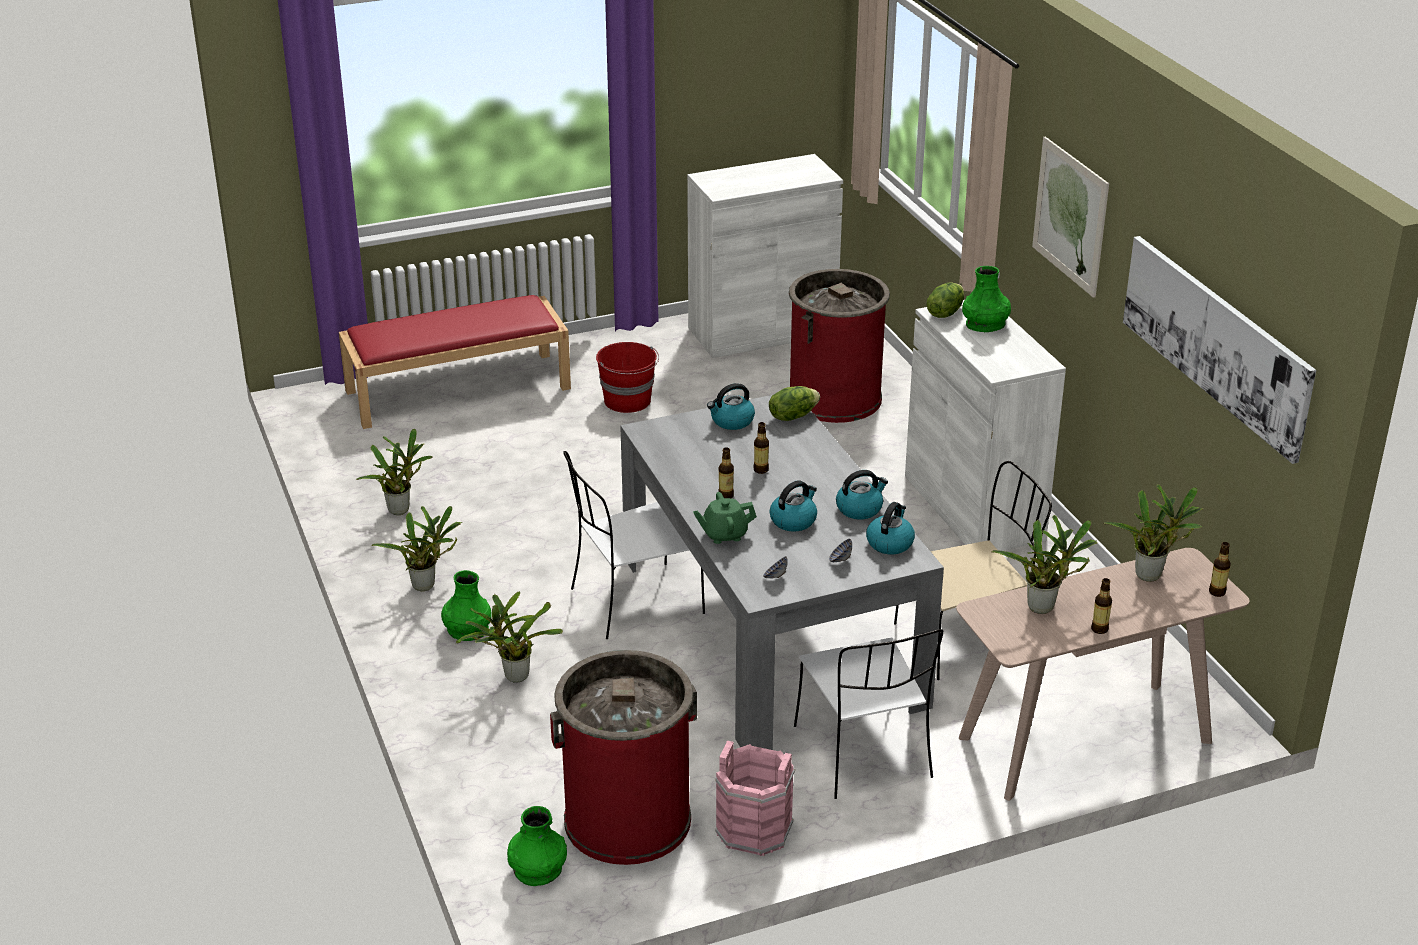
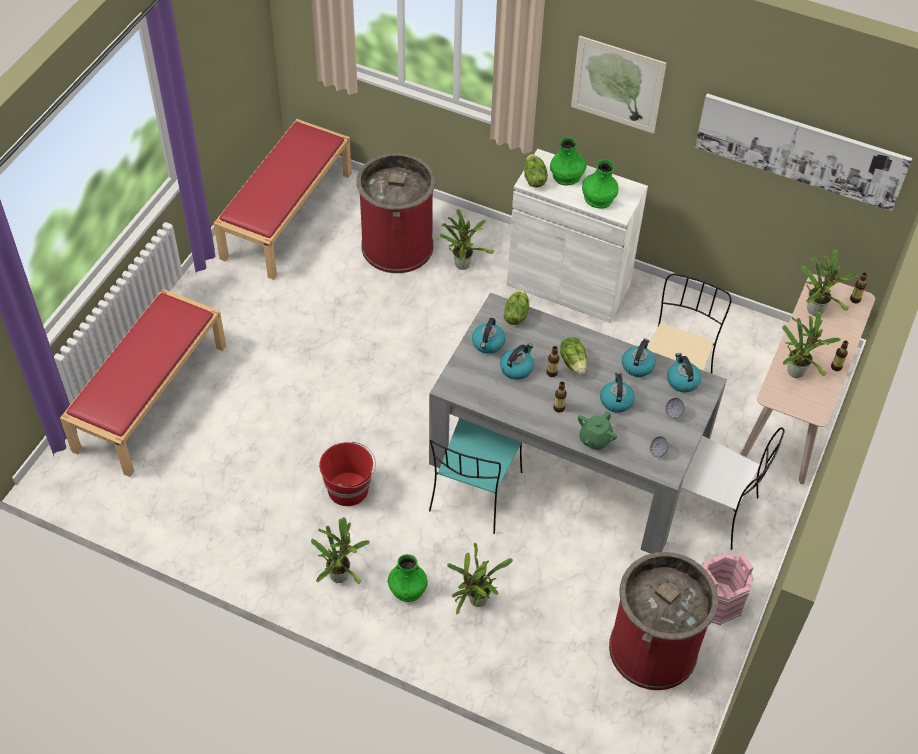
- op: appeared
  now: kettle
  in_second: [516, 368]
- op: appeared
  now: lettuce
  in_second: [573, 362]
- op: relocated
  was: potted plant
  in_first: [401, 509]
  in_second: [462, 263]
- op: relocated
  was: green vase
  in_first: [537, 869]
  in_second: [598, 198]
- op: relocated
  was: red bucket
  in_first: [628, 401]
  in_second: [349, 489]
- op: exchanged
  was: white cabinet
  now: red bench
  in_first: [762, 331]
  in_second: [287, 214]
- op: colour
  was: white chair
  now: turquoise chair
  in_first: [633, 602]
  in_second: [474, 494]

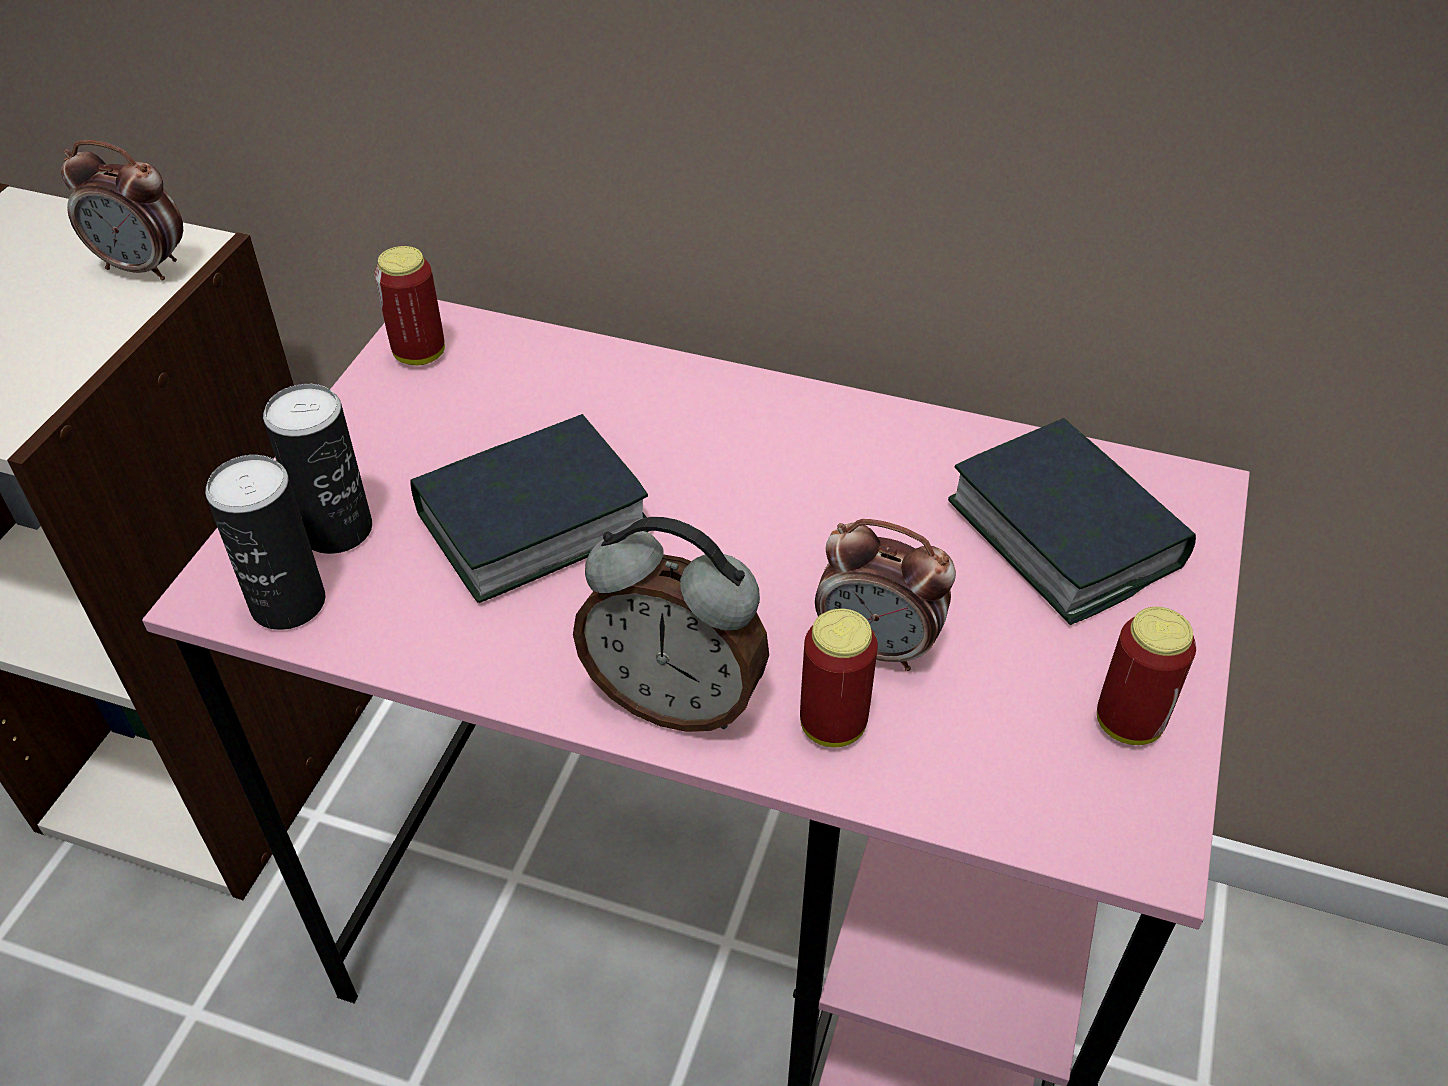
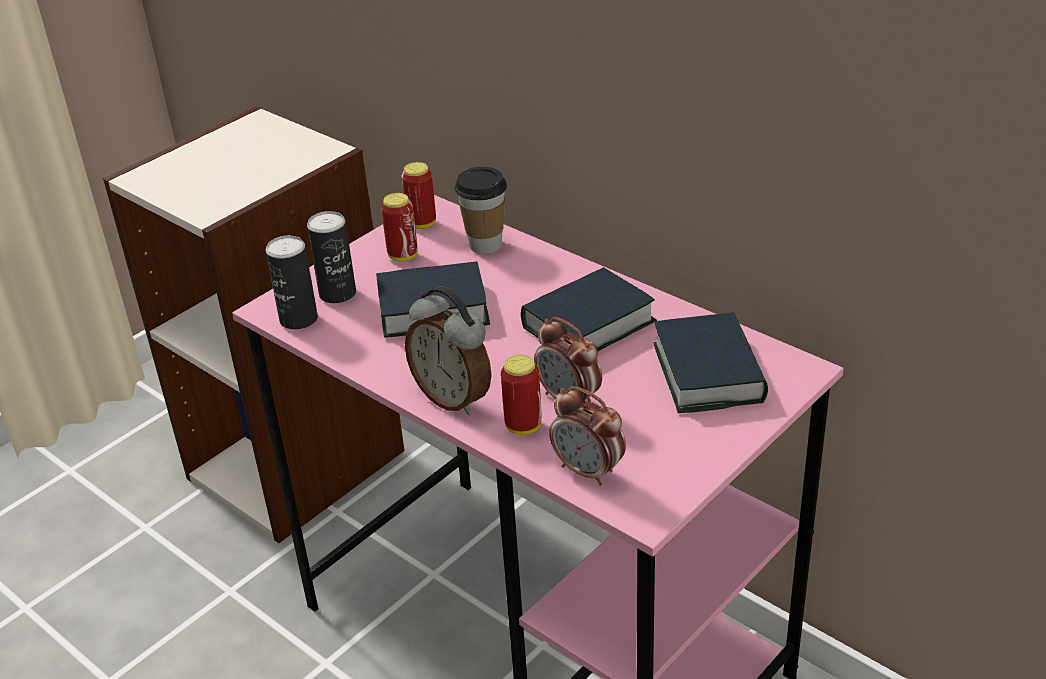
- op: appeared
  now: cup
  in_second: [485, 245]
- op: appeared
  now: book
  in_second: [588, 325]
- op: relocated
  was: alarm clock
  in_first: [144, 267]
  in_second: [588, 471]
- op: relocated
  was: can
  in_first: [1128, 723]
  in_second: [403, 256]

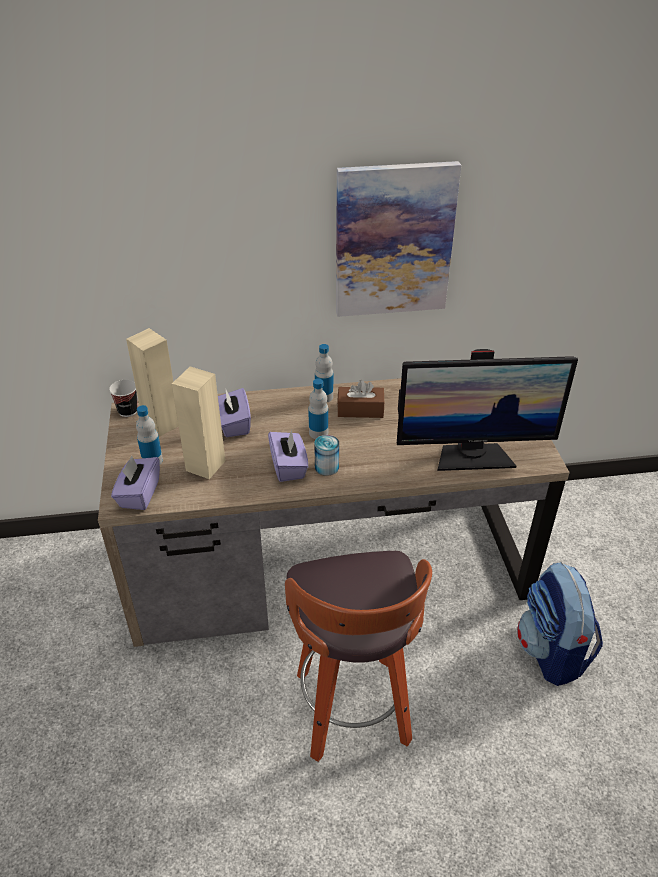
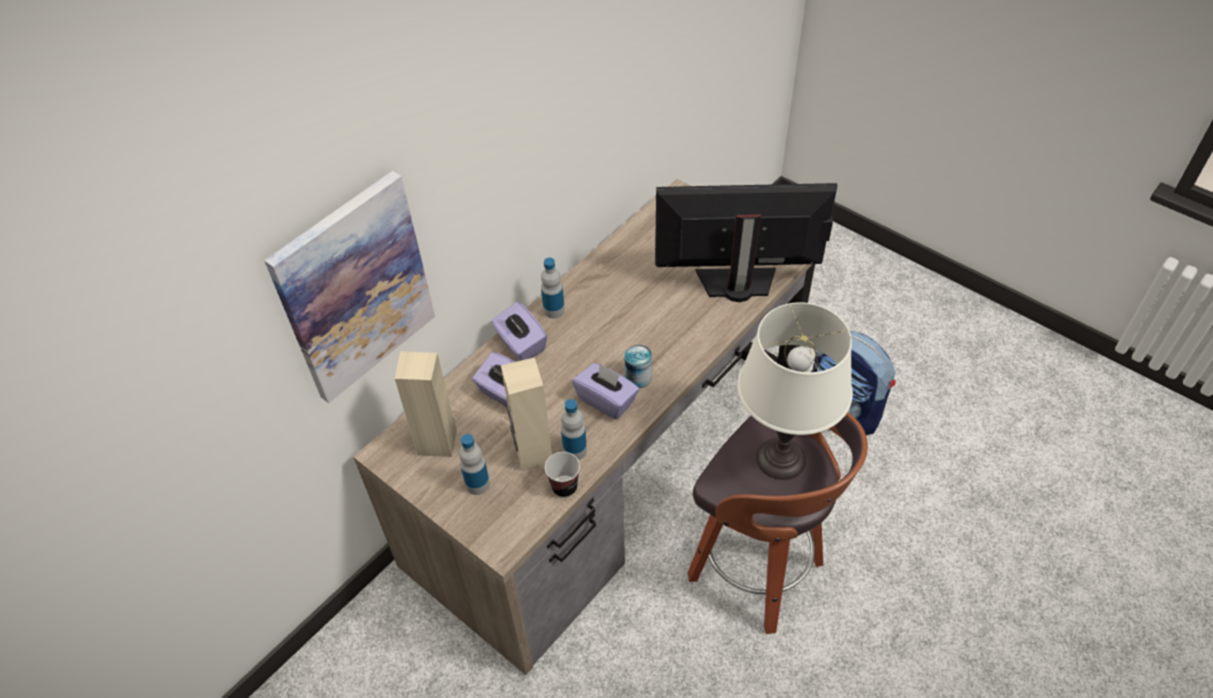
- op: missing
  was: brown tissue box
  in_first: [360, 410]
- op: appeared
  now: white table lamp
  in_second: [781, 459]
- op: relocated
  was: cup
  in_first: [128, 411]
  in_second: [564, 487]
- op: relocated
  was: purple tissue box
  in_first: [139, 494]
  in_second: [520, 344]
- op: relocated
  was: bottle
  in_first: [318, 433]
  in_second: [575, 450]
- op: relocated
  was: picture
  in_first: [393, 241]
  in_second: [355, 288]
- op: spun
  was: monitor
  in_first: [472, 455]
  in_second: [737, 285]
  clockwise: -135

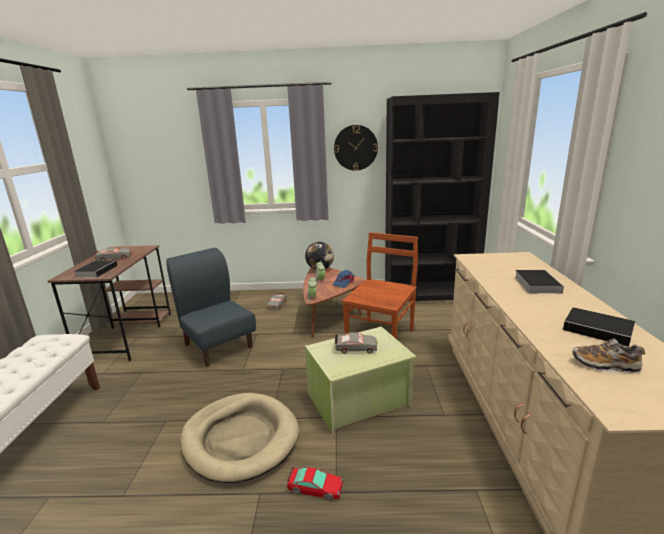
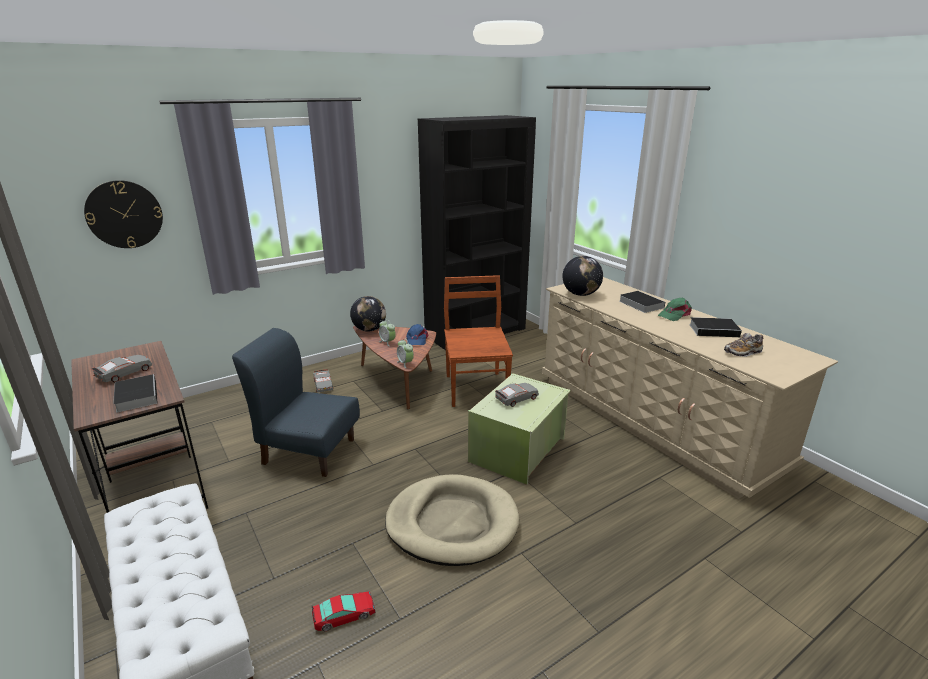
- op: appeared
  now: globe
  in_second: [581, 294]
- op: appeared
  now: green cap
  in_second: [674, 315]
- op: relocated
  was: toy car
  in_first: [315, 488]
  in_second: [344, 615]
- op: relocated
  was: wall clock
  in_first: [355, 148]
  in_second: [124, 214]

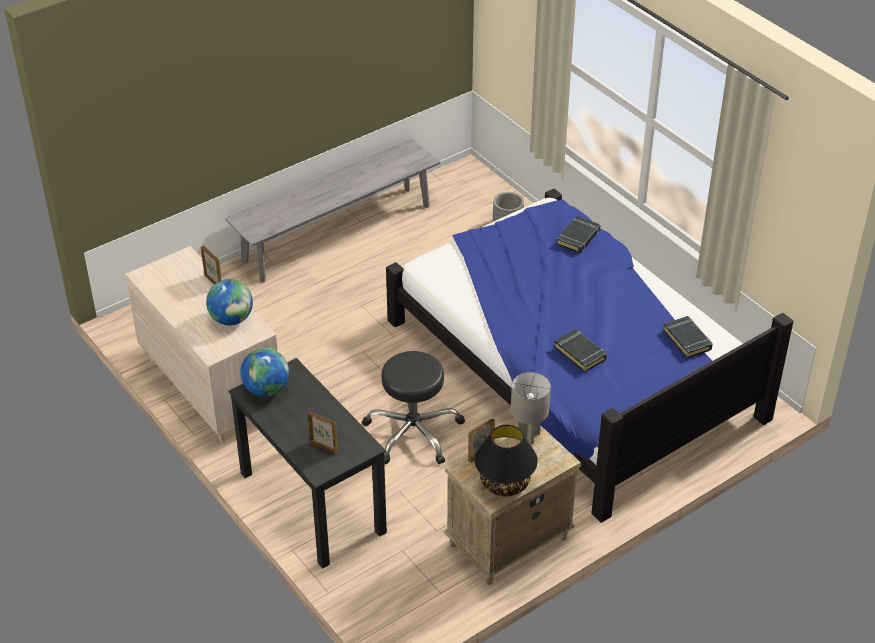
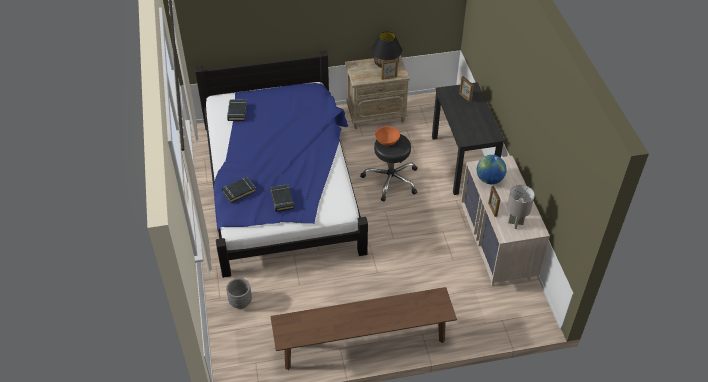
- op: missing
  was: globe
  in_first: [266, 389]
- op: appeared
  now: orange bowl
  in_second: [387, 141]
- op: relocated
  was: grey table lamp
  in_first: [528, 435]
  in_second: [515, 223]
- op: relocated
  was: black book
  in_first: [580, 353]
  in_second: [282, 200]
- op: colour
  was: grey bench
  now: brown bench
  in_first: [337, 233]
  in_second: [363, 342]

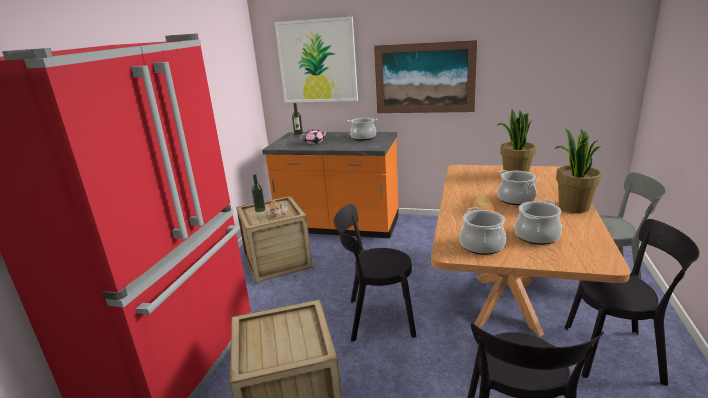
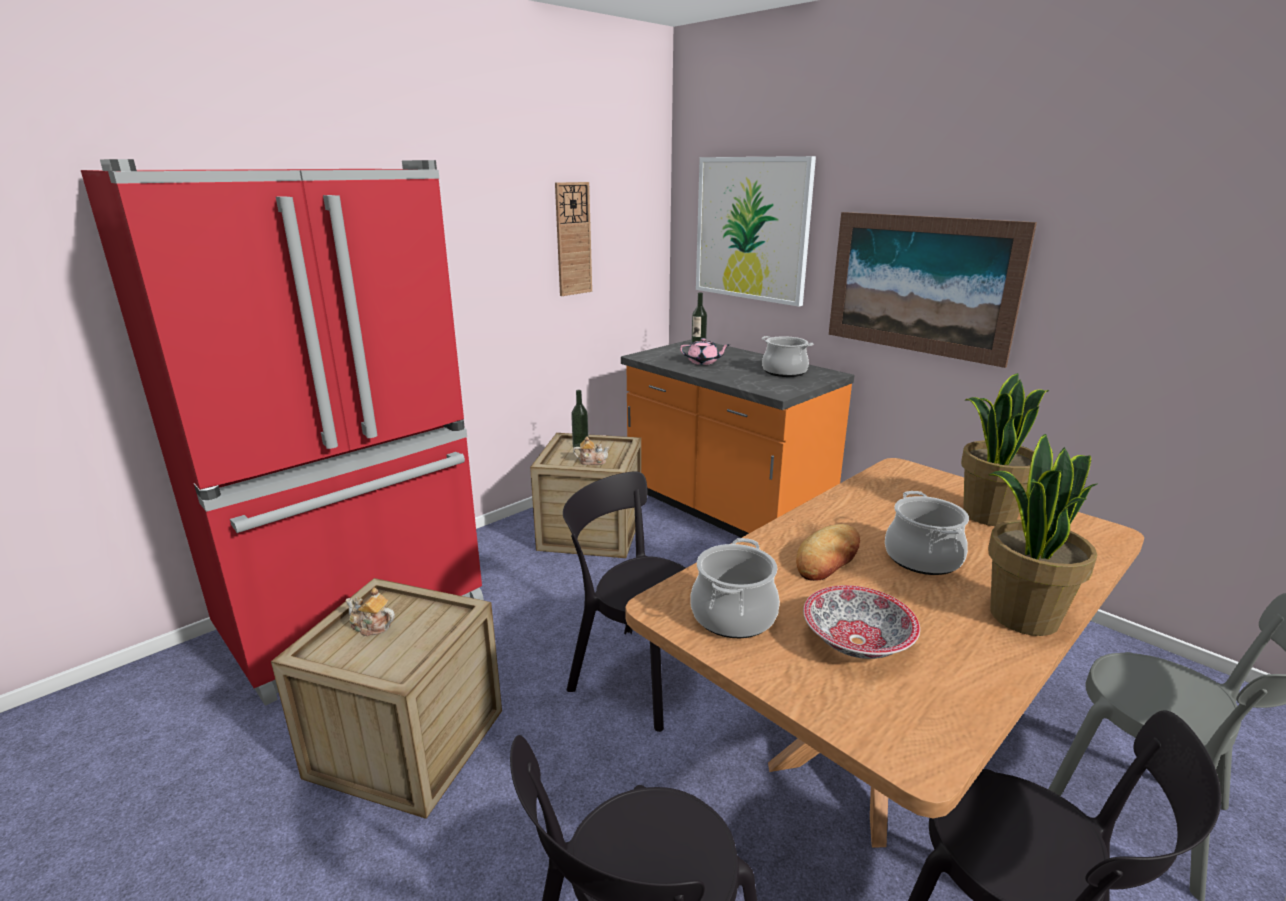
- op: appeared
  now: teapot
  in_second: [371, 626]
- op: appeared
  now: wall clock
  in_second: [573, 239]
- op: exchanged
  was: cooking pot
  now: bowl
  in_first: [536, 236]
  in_second: [857, 641]

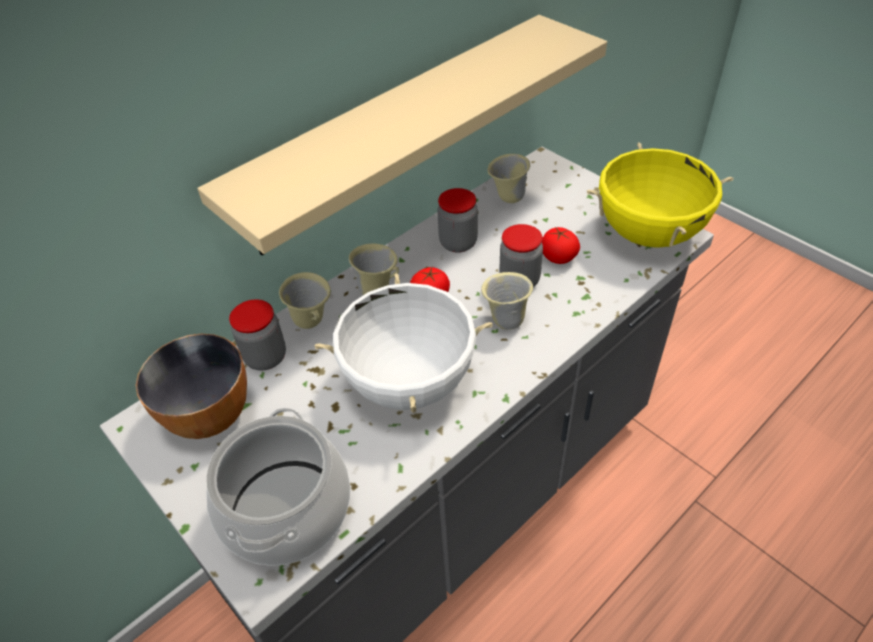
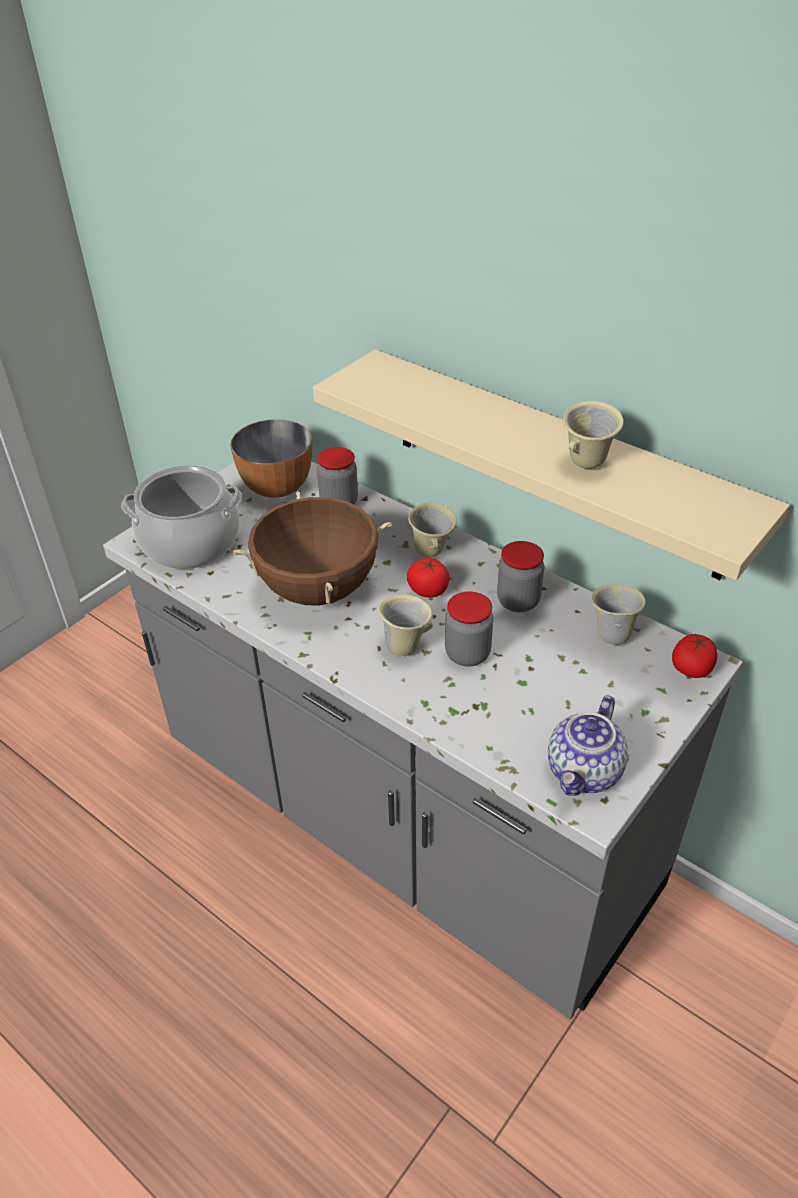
- op: relocated
  was: beige mug
  in_first: [312, 322]
  in_second: [586, 466]
- op: relocated
  was: tomato
  in_first: [558, 257]
  in_second: [691, 668]
- op: exchanged
  was: yellow cooking pot
  now: teapot
  in_first: [648, 233]
  in_second: [585, 772]
- op: colour
  was: white cooking pot
  now: brown cooking pot
  in_first: [409, 382]
  in_second: [318, 589]

